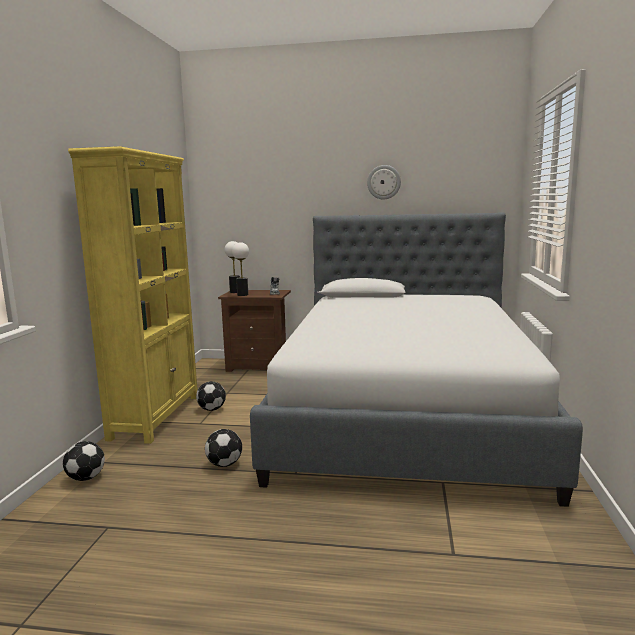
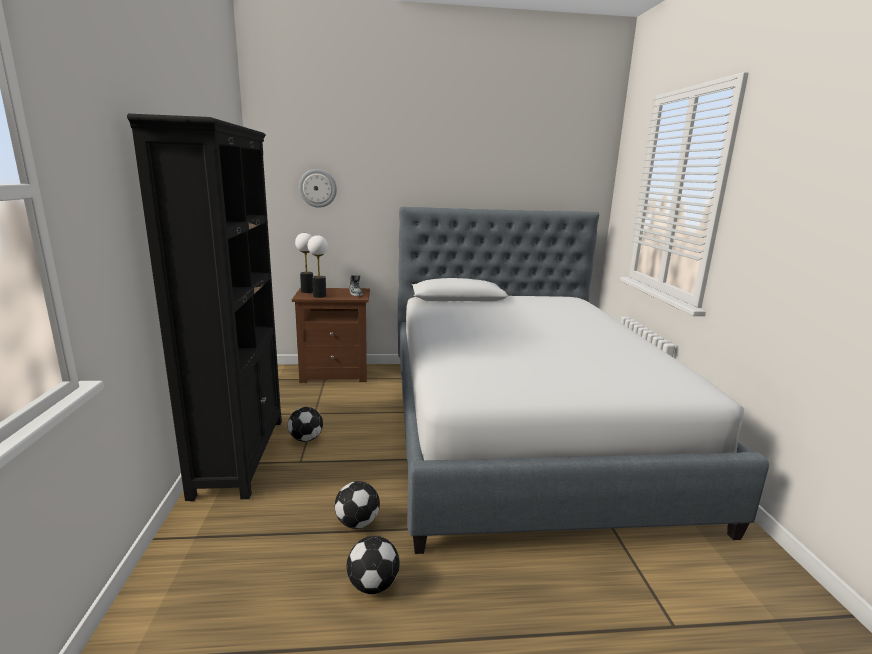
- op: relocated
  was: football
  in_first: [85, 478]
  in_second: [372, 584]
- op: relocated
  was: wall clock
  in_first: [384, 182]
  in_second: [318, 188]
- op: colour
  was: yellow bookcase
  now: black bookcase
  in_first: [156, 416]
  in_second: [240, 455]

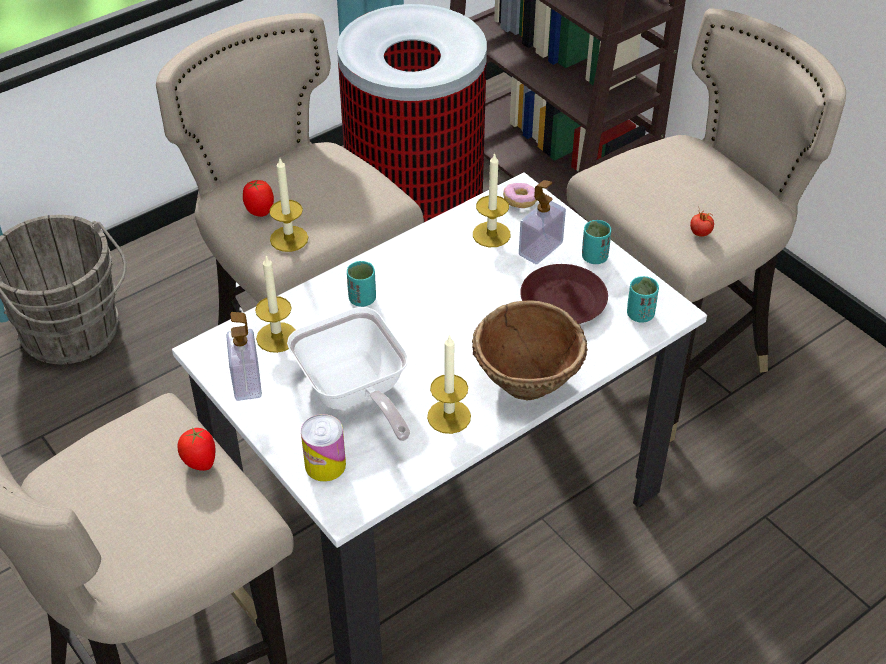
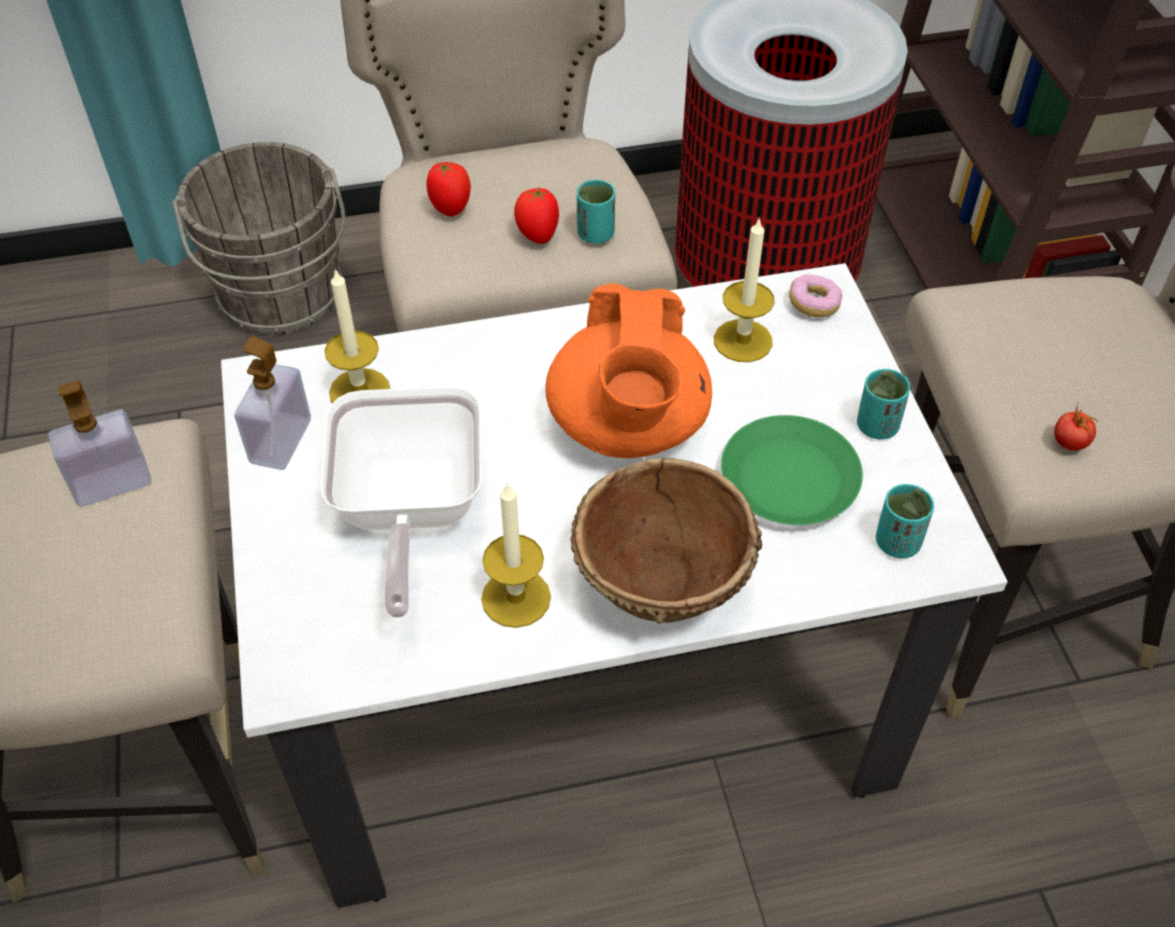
- op: missing
  was: candle
  in_first: [289, 239]
- op: missing
  was: can
  in_first: [325, 465]
- op: appeared
  now: orange teapot
  in_second: [628, 427]
- op: relocated
  was: tomato
  in_first: [199, 463]
  in_second: [537, 235]
- op: relocated
  was: turquoise cup
  in_first: [362, 299]
  in_second: [595, 234]
- op: relocated
  was: soap dispenser
  in_first: [540, 249]
  in_second: [112, 482]
- op: colour
  was: brown plate
  now: green plate
  in_first: [564, 301]
  in_second: [790, 479]

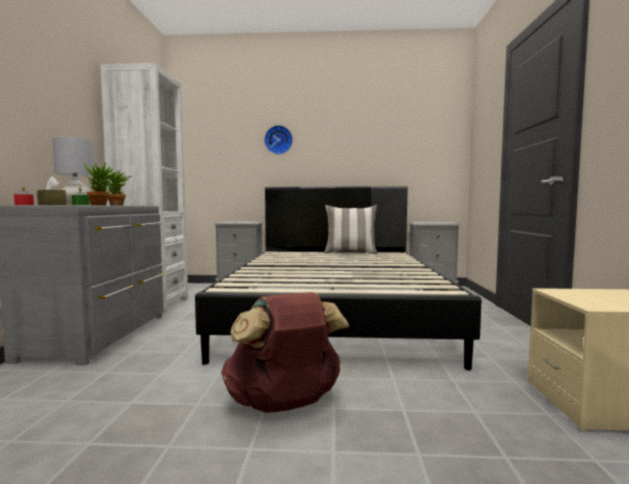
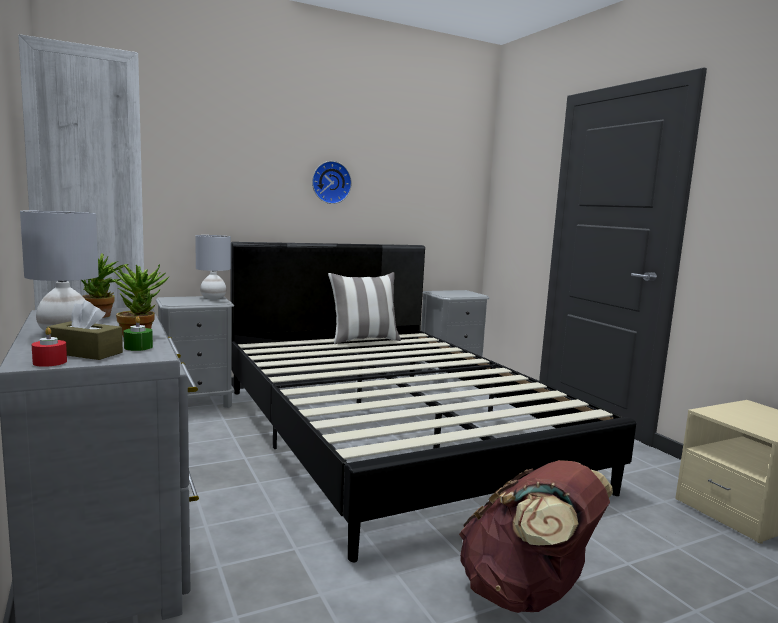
- op: appeared
  now: grey table lamp
  in_second: [213, 298]
- op: relocated
  was: wall clock
  in_first: [278, 140]
  in_second: [330, 182]

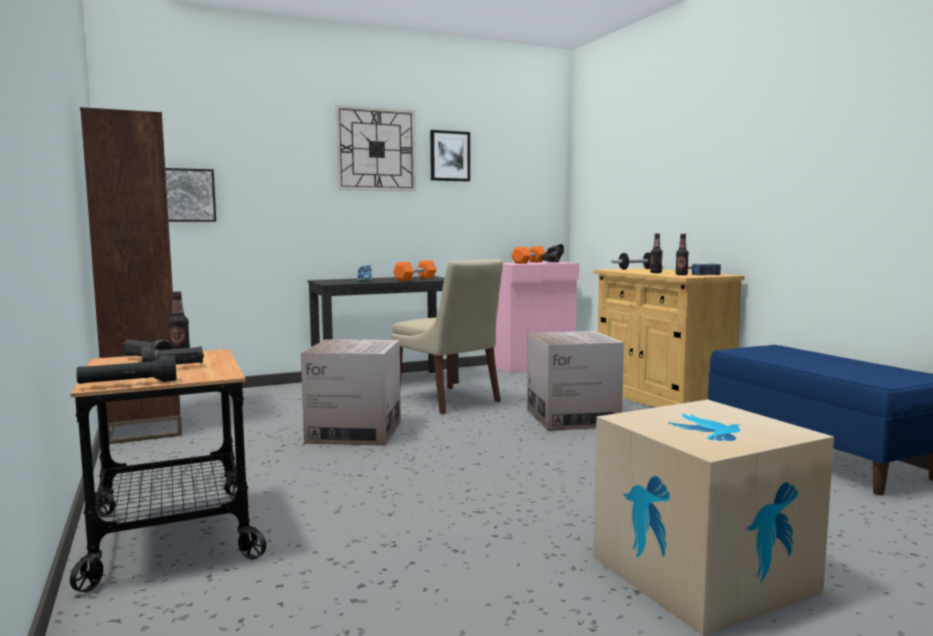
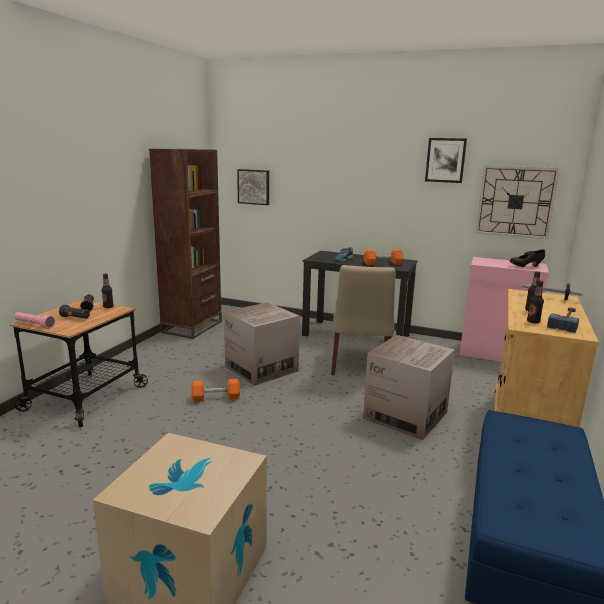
- op: relocated
  was: wall clock
  in_first: [376, 149]
  in_second: [515, 202]
- op: relocated
  was: orange dumbbell
  in_first: [528, 262]
  in_second: [216, 398]
- op: colour
  was: black flashlight
  now: pink flashlight
  in_first: [128, 384]
  in_second: [34, 325]

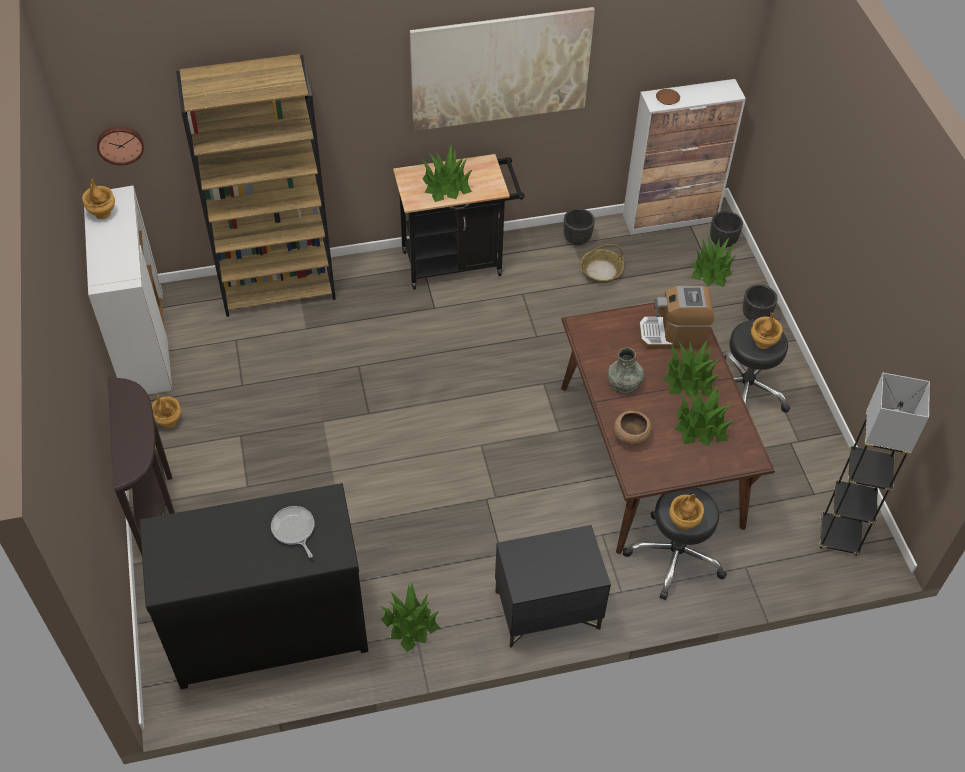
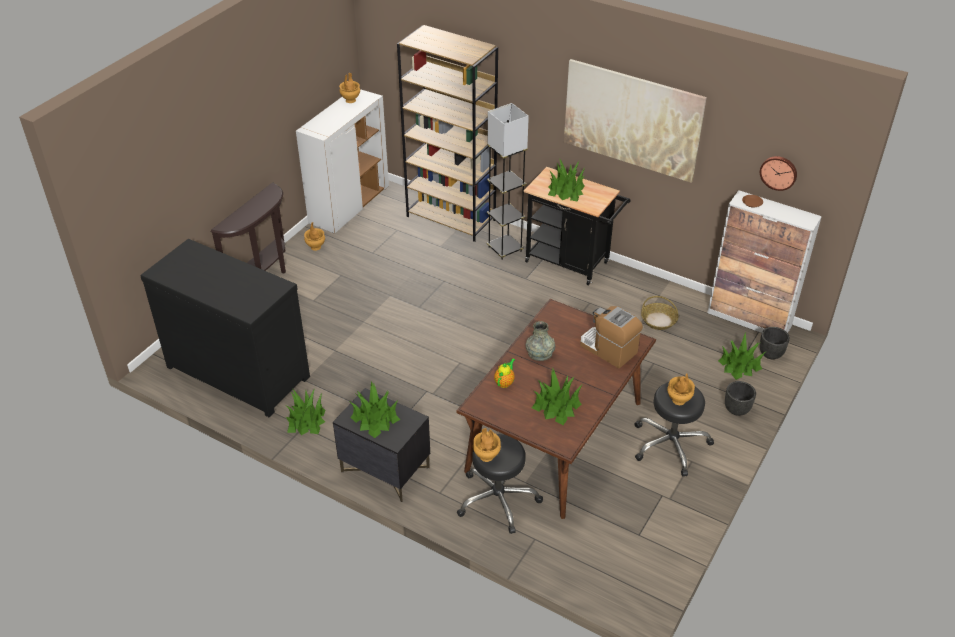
- op: missing
  was: frying pan
  in_first: [294, 530]
- op: missing
  was: black planter
  in_first: [577, 239]
- op: relocated
  was: wall clock
  in_first: [120, 144]
  in_second: [778, 172]
- op: relocated
  was: potted plant
  in_first: [689, 379]
  in_second: [375, 418]
- op: relocated
  was: grey floor lamp
  in_first: [839, 537]
  in_second: [505, 249]
- op: exchanged
  was: brown bowl
  now: teapot
  in_first: [631, 436]
  in_second: [505, 382]

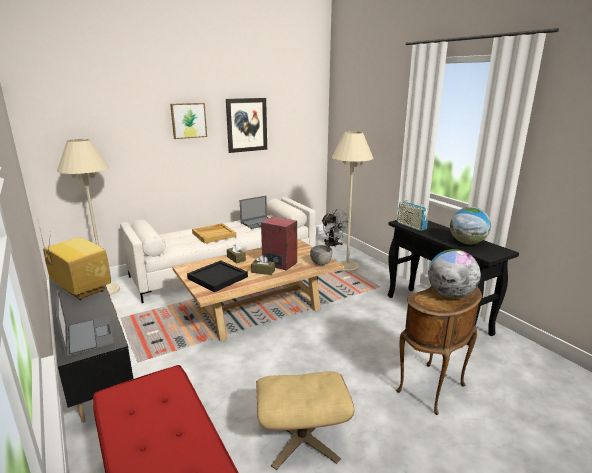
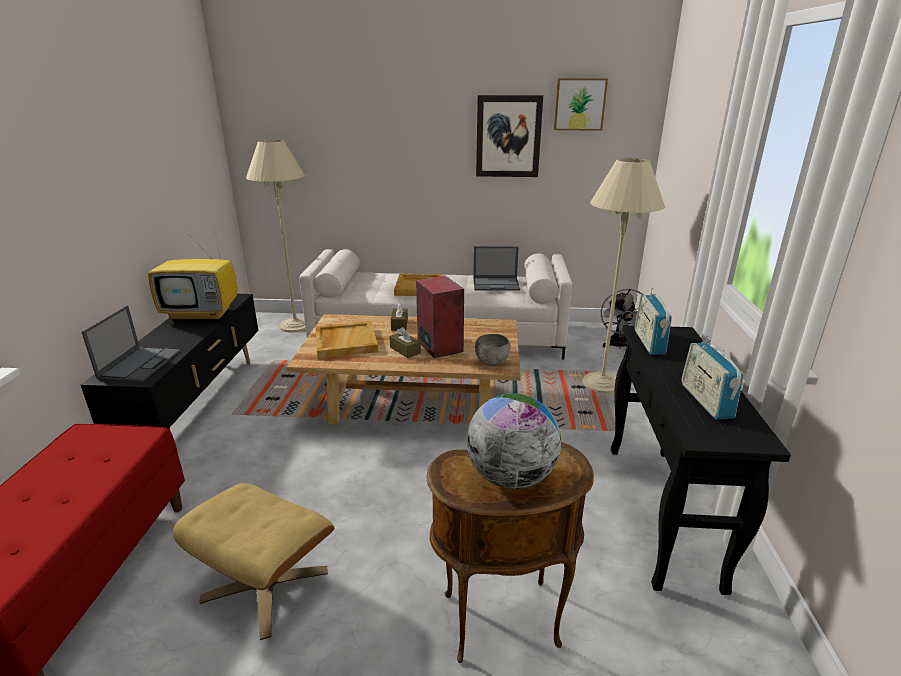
- op: relocated
  was: picture
  in_first: [188, 120]
  in_second: [579, 104]
- op: exchanged
  was: globe
  now: radio
  in_first: [467, 243]
  in_second: [705, 400]
- op: colour
  was: black tray
  now: beige tray
  in_first: [217, 278]
  in_second: [345, 342]
- op: spun
  was: television
  in_first: [80, 289]
  in_second: [203, 314]
  clockwise: 105

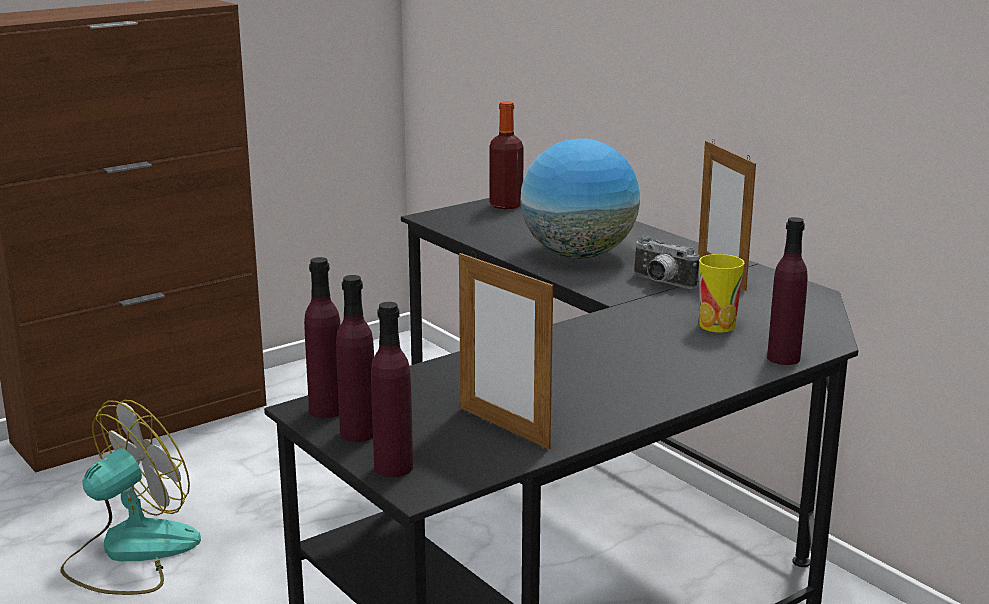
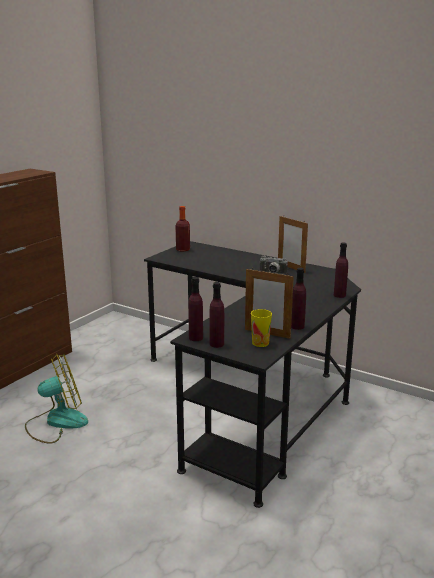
- op: missing
  was: globe
  in_first: [578, 255]
- op: relocated
  was: purple bottle
  in_first: [393, 467]
  in_second: [297, 326]
- op: relocated
  was: cup
  in_first: [717, 325]
  in_second: [260, 343]
- op: spun
  was: fan
  in_first: [130, 553]
  in_second: [56, 422]
  clockwise: 45

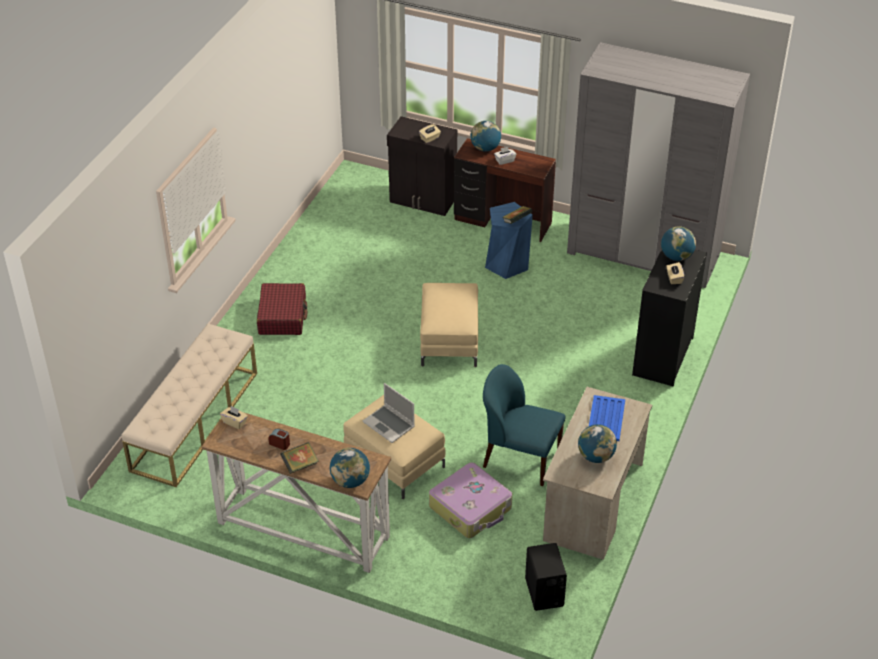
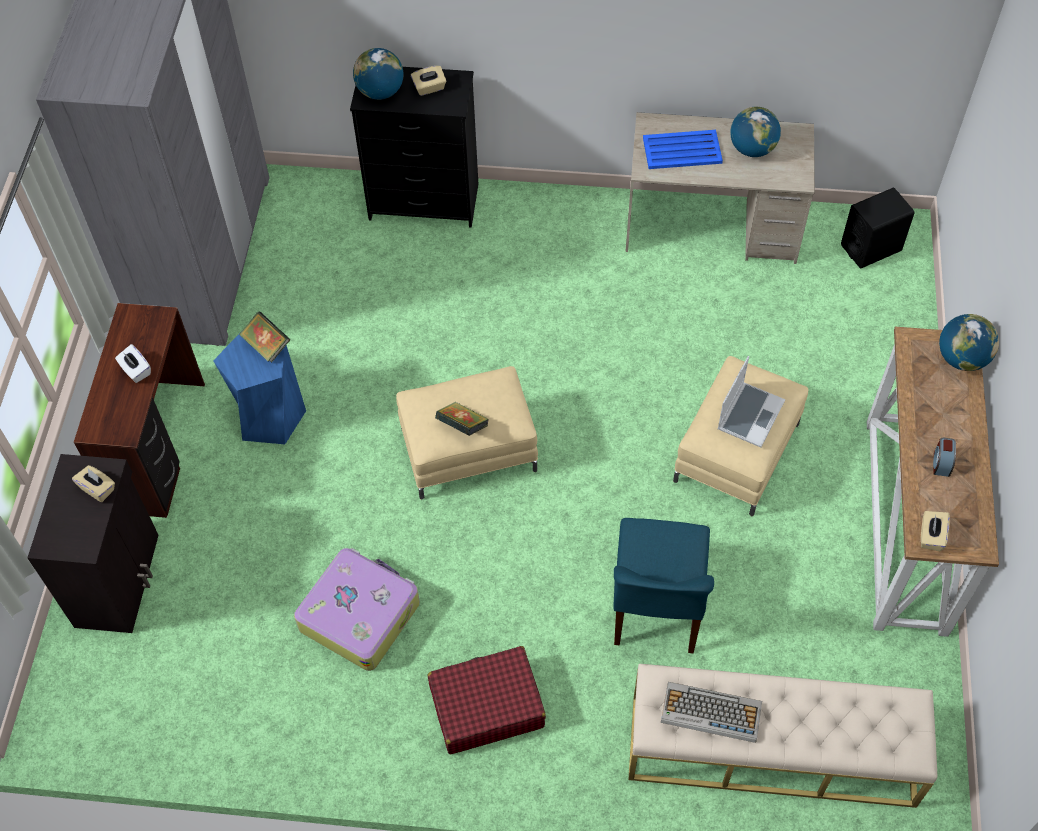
- op: missing
  was: globe
  in_first: [485, 148]
- op: appeared
  now: keyboard
  in_second: [710, 713]
- op: relocated
  was: book
  in_first: [300, 465]
  in_second: [462, 426]
- op: relocated
  was: suitcase
  in_first: [471, 508]
  in_second: [359, 614]
- op: relocated
  was: blue chair
  in_first: [520, 458]
  in_second: [656, 607]

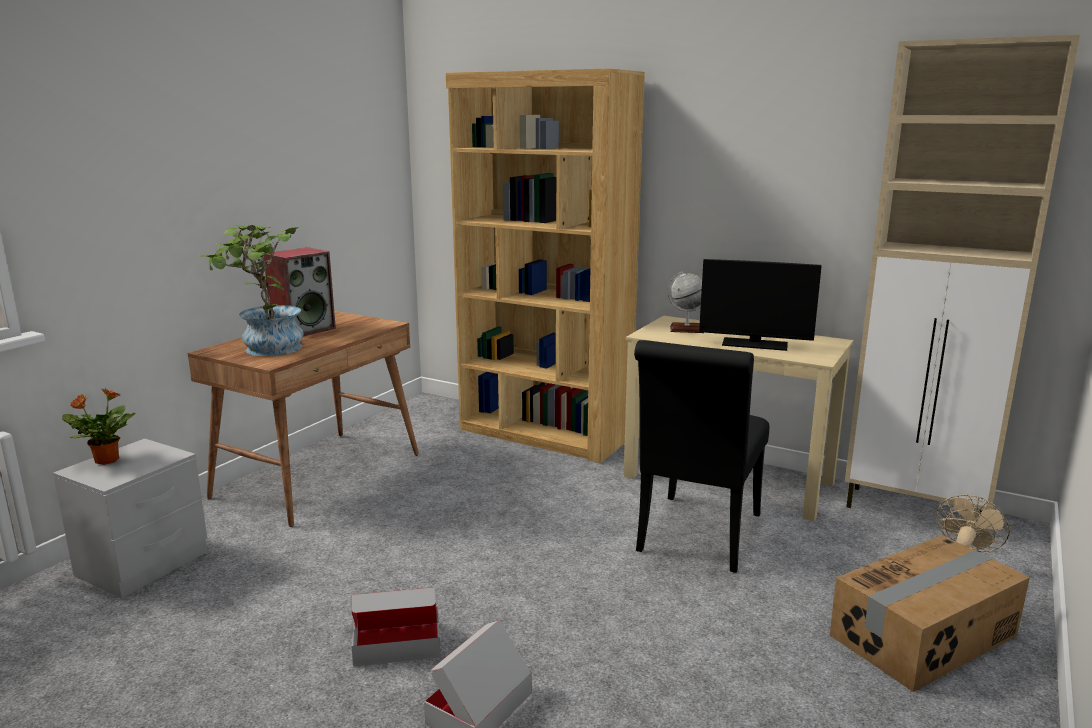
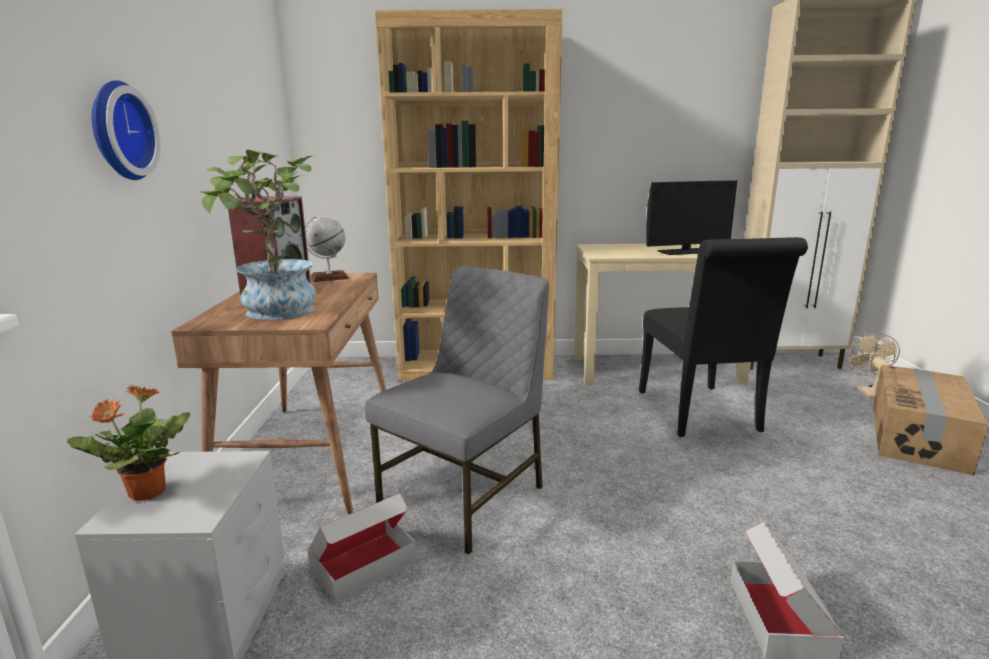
- op: appeared
  now: wall clock
  in_second: [118, 131]
- op: appeared
  now: grey chair
  in_second: [466, 496]
- op: relocated
  was: cardboard box
  in_first: [397, 644]
  in_second: [363, 565]
- op: relocated
  was: globe
  in_first: [686, 329]
  in_second: [329, 278]

